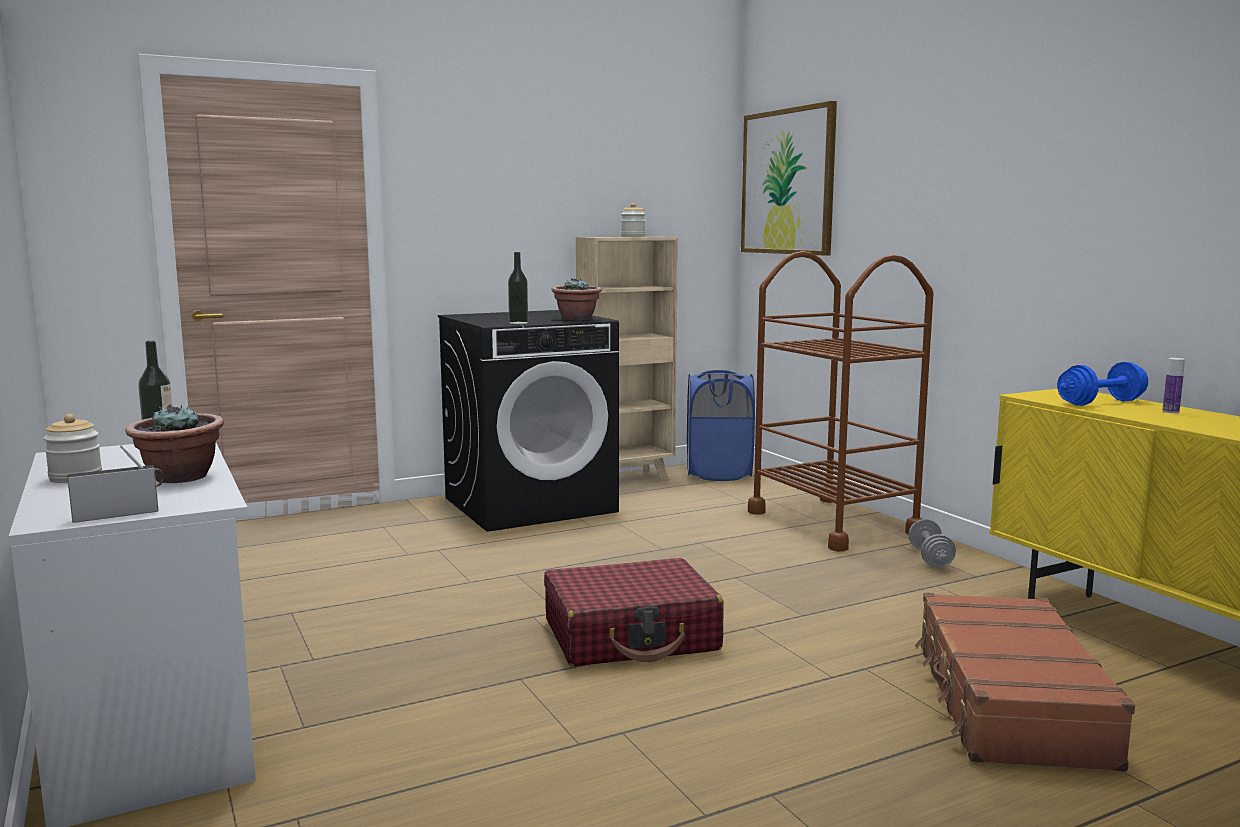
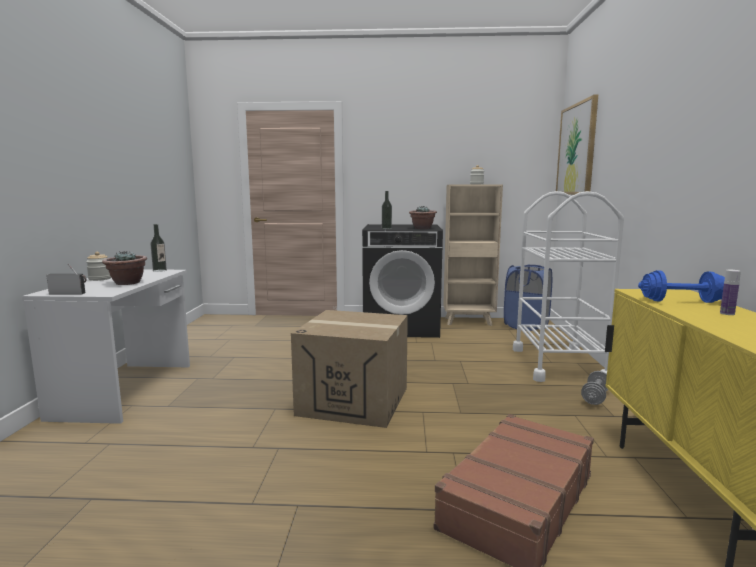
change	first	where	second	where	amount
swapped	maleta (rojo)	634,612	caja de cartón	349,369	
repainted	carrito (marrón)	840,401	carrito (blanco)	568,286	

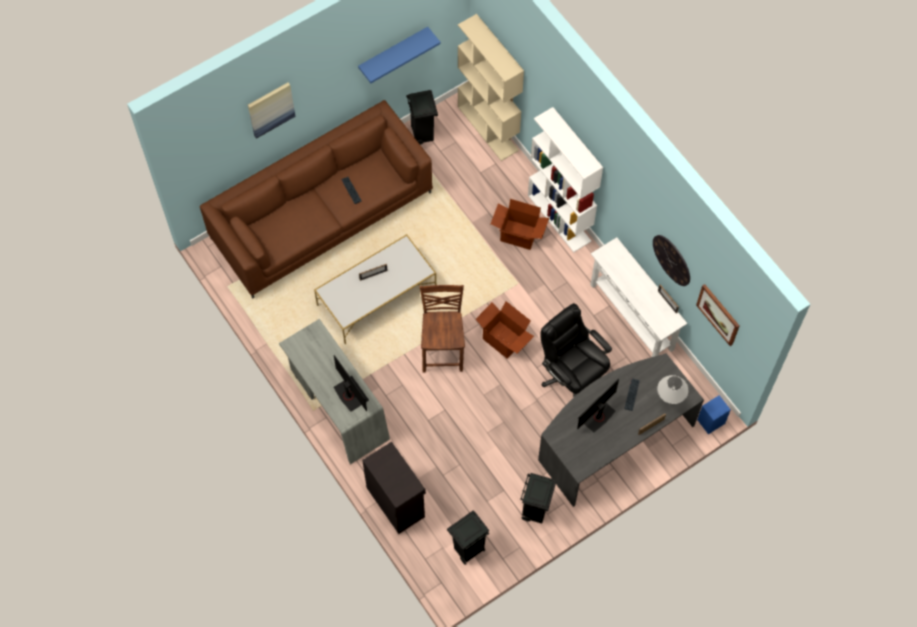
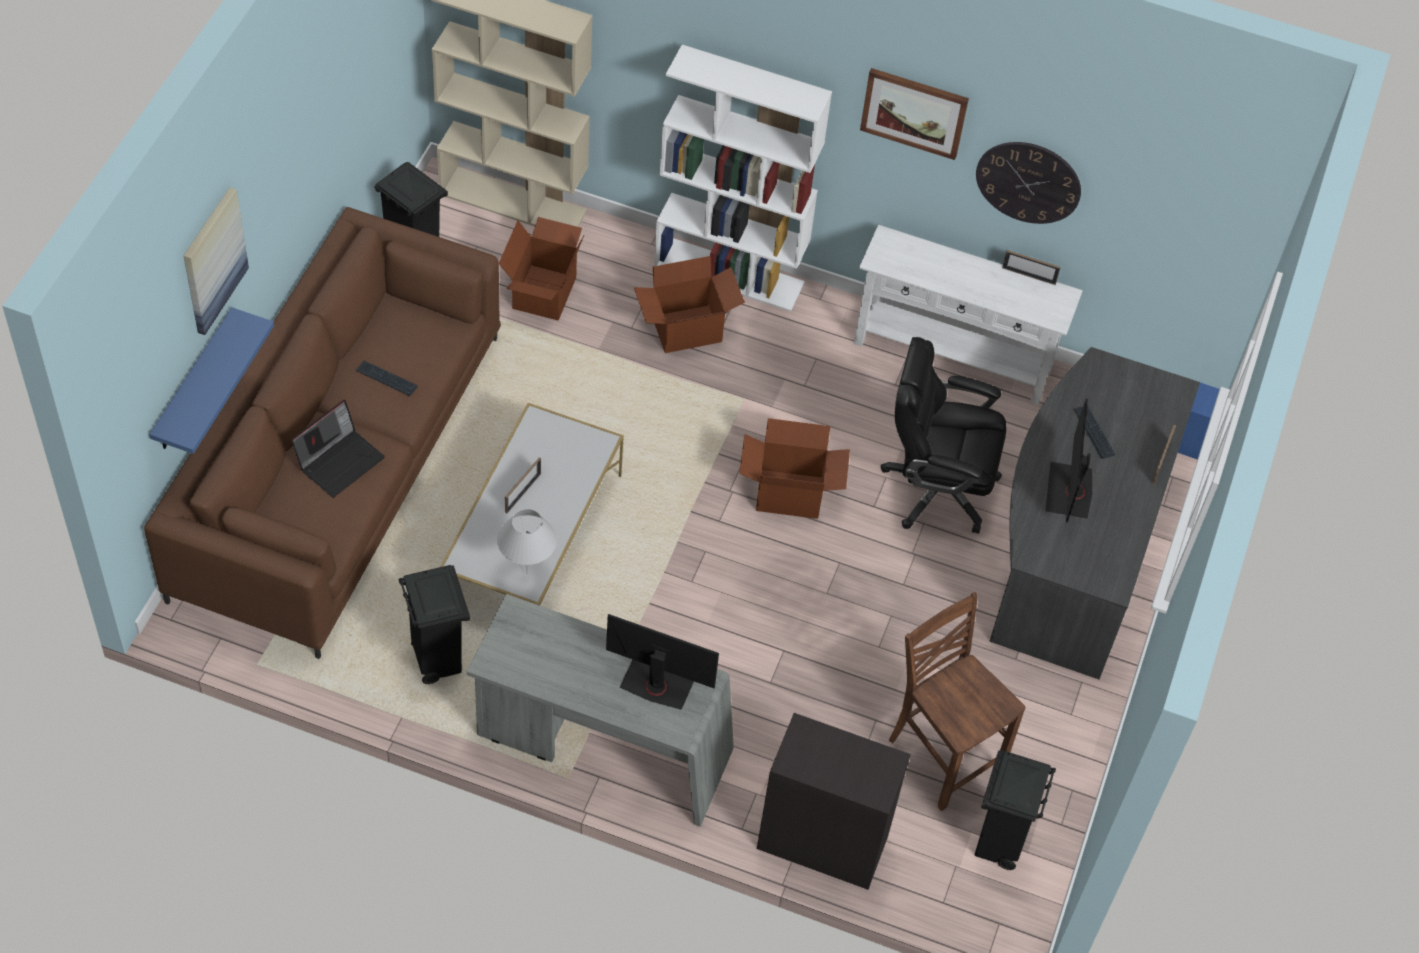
change	first	where	second	where	amount
shifted	estante (azul)	399,55		211,380	
shifted	silla (marrón)	442,328		957,701	
shifted	papelera (negro)	538,498		434,624	
shifted	lámpara de mesa (blanco)	672,389		527,541	
shifted	cuadro	717,315		914,114	
new			portátil	338,448	
new			caja de cartón	541,269	

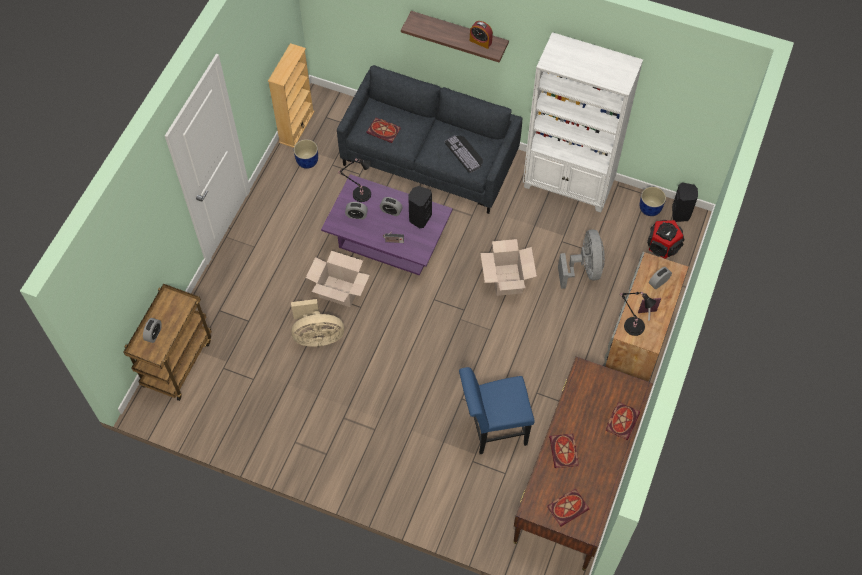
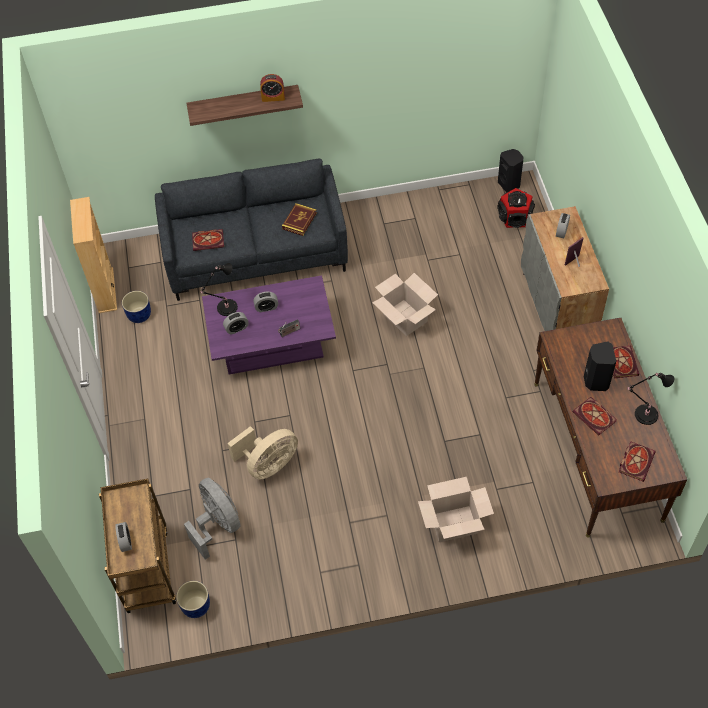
change	first	where	second	where	amount
shifted	caja de cartón	338,279		456,509	
shifted	altavoz (negro)	420,207		600,366	
swapped	teclado	463,154	libro	299,219	
gone	silla (azul)	497,410			
gone	estantería (blanco)	583,122			
shifted	ventilador (gris)	581,259		212,519	
shifted	lámpara de mesa (negro)	637,314		650,399	
shifted	maceta (azul)	653,201		193,599	

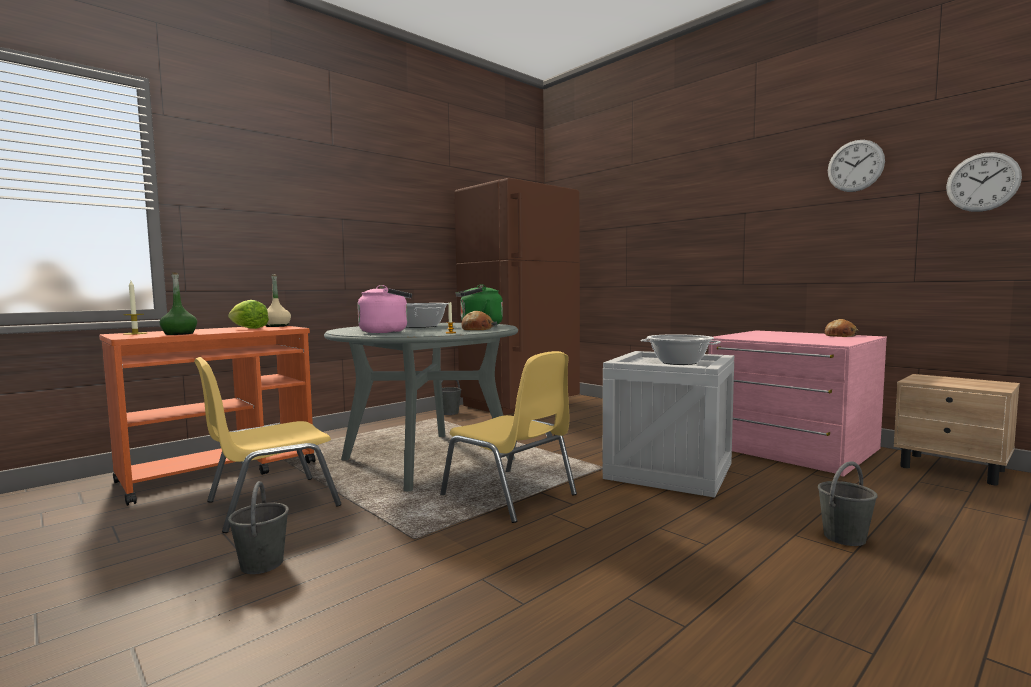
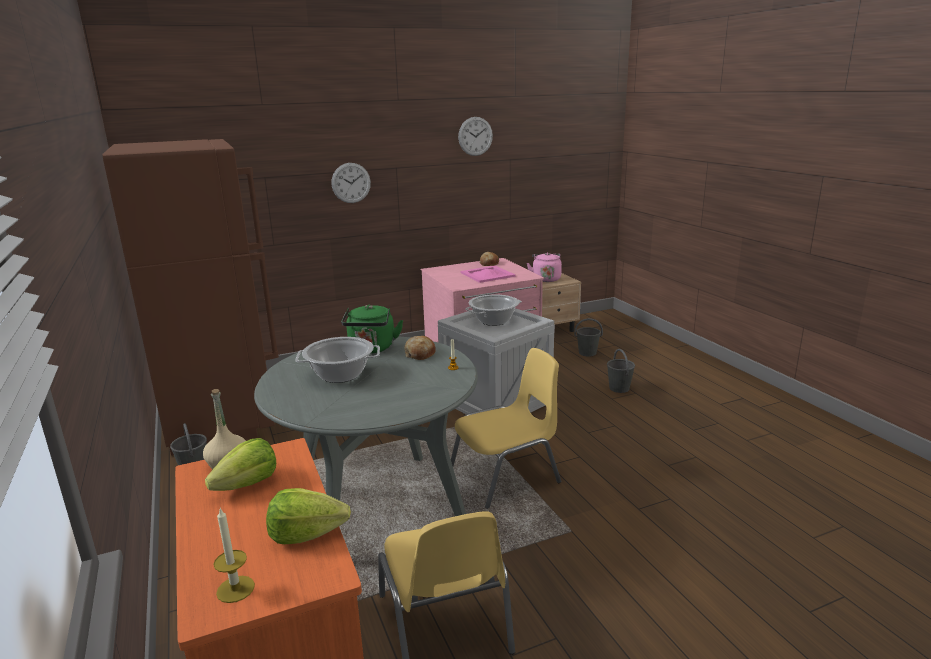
change	first	where	second	where	amount
swapped	botella (verde)	178,303	lechuga	308,516	
shifted	cubo (gris)	258,527		588,337	
shifted	hervidor (rosa)	384,309		544,267	
shifted	reloj de pared	984,182		351,183	
new			bandeja (rosa)	488,274	

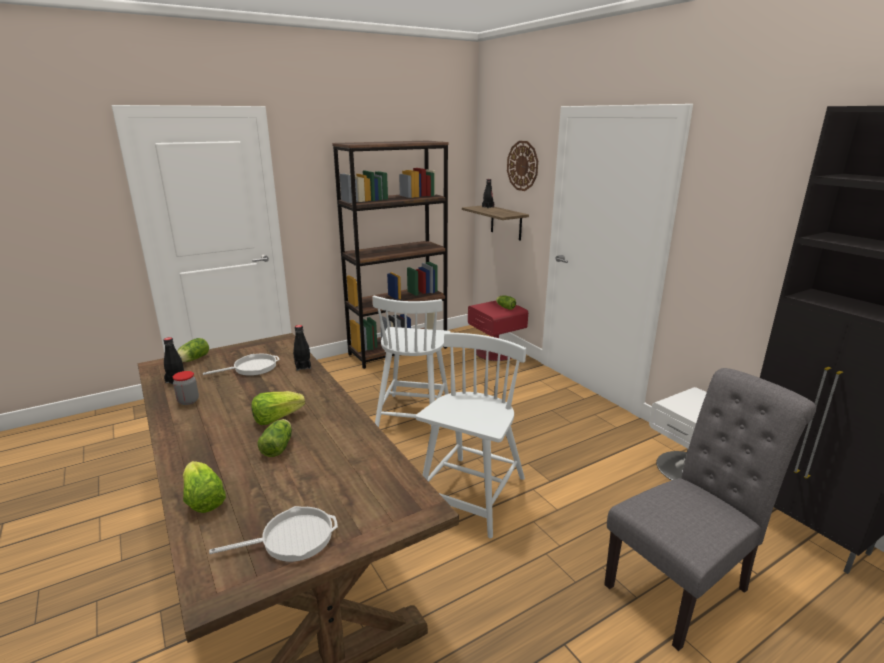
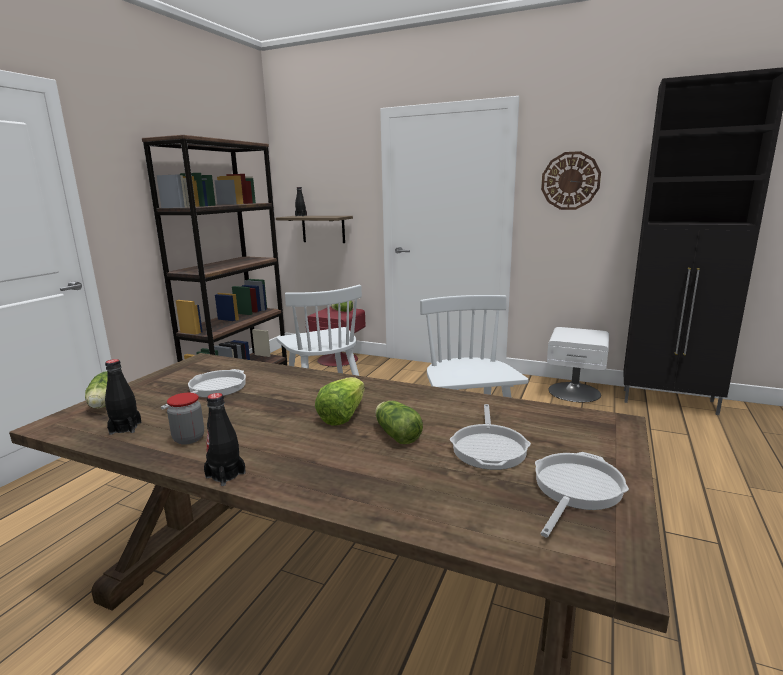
change	first	where	second	where	amount
gone	lechuga	204,487			
shifted	botella (negro)	302,348		225,439	
shifted	reloj de pared	522,166		571,180	
gone	silla (gris)	710,509			
new			sartén	490,437	

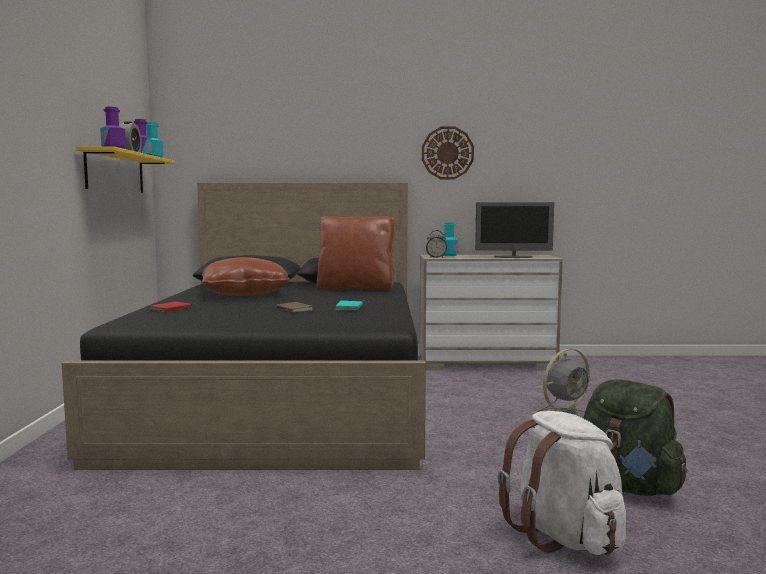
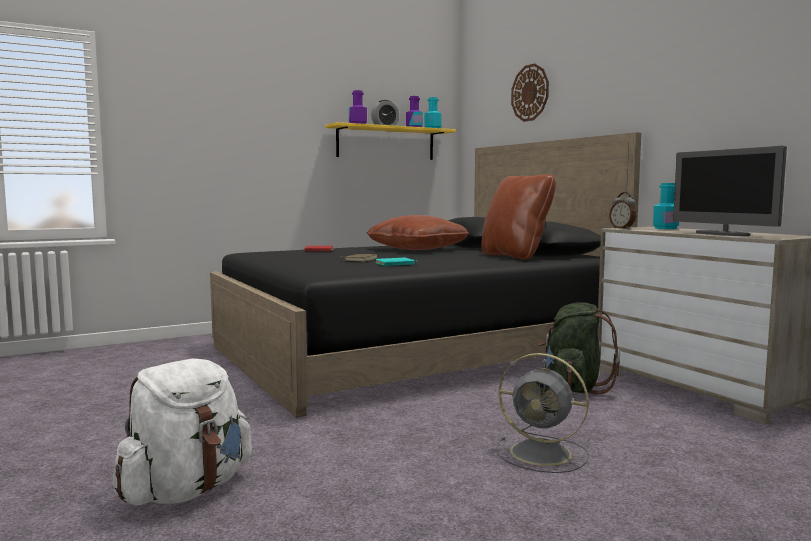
change	first	where	second	where	amount
shifted	reloj de pared	448,153		530,92	
shifted	mochila (verde)	635,437		579,349	

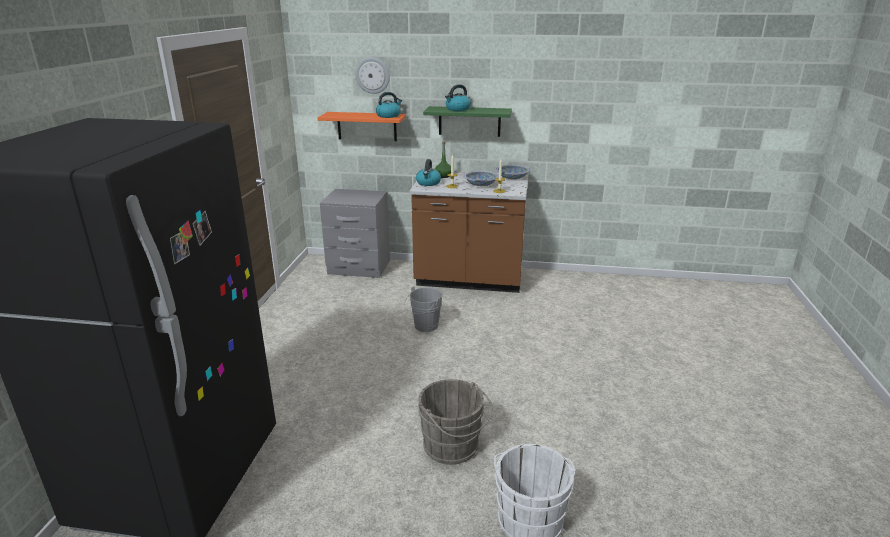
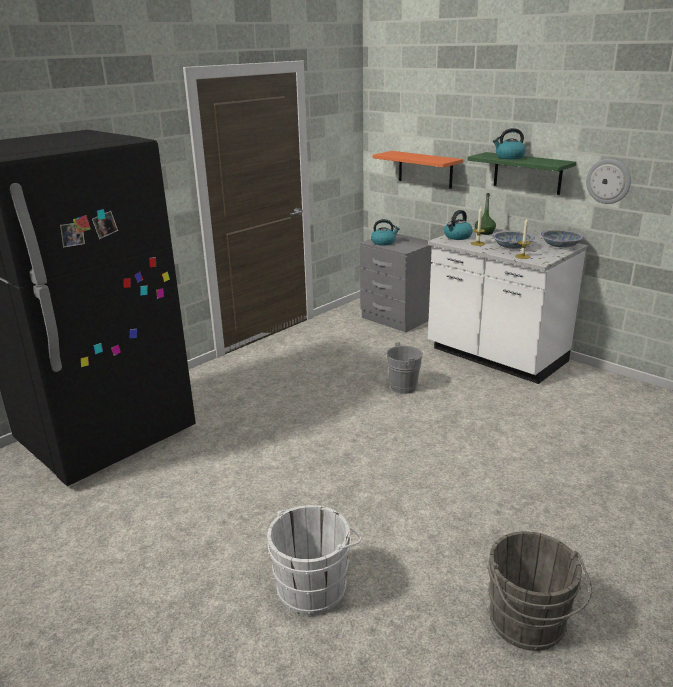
change	first	where	second	where	amount
shifted	reloj de pared	372,75		608,181	
shifted	hervidor	389,105		385,232	
repainted	mueble bajo de cocina (marrón)	469,232	mueble bajo de cocina (blanco)	508,304	
shifted	cubo (gris)	455,422		539,591	

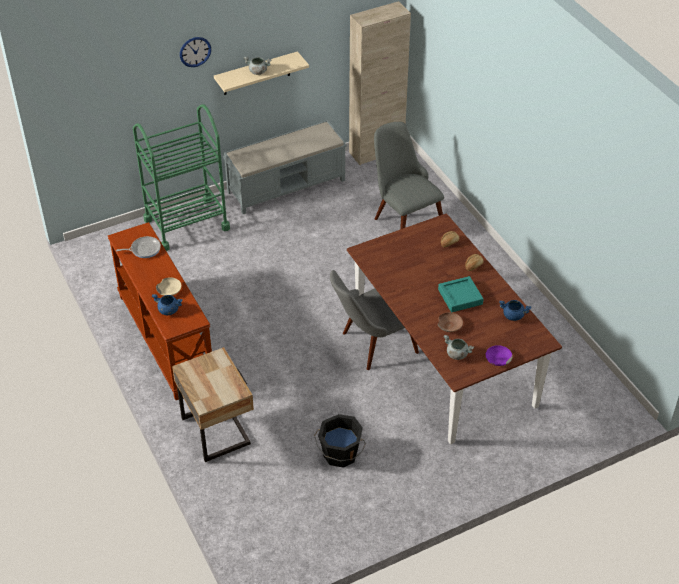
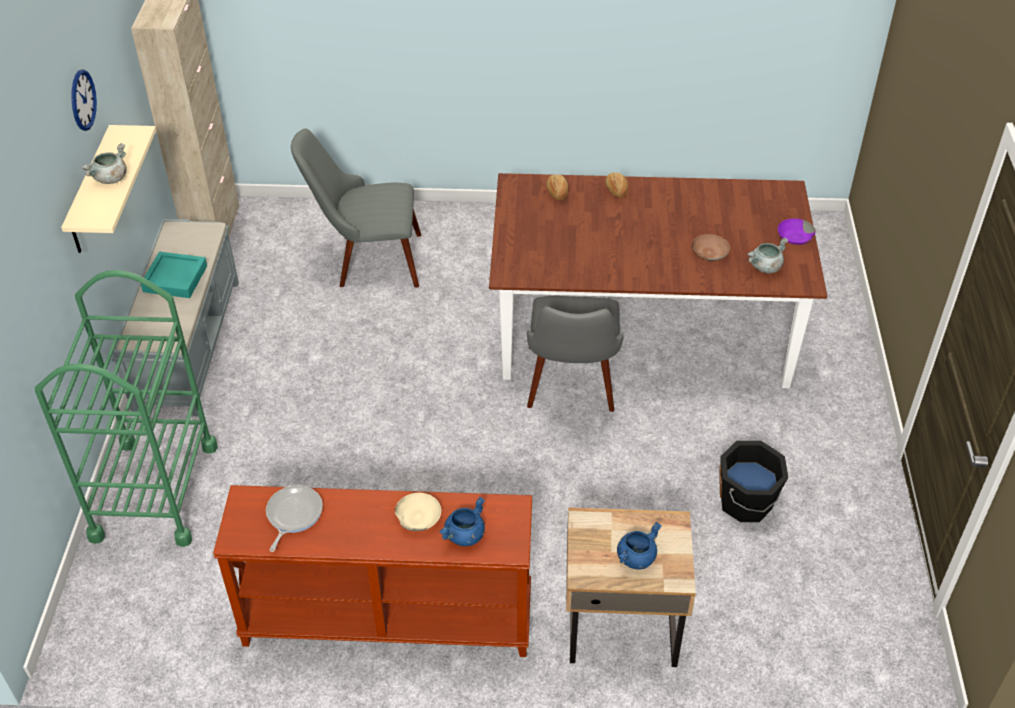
change	first	where	second	where	amount
shifted	reloj de pared	195,52		84,100	
shifted	bandeja (turquesa)	460,294		174,275	
shifted	olla (azul)	515,310		639,545	

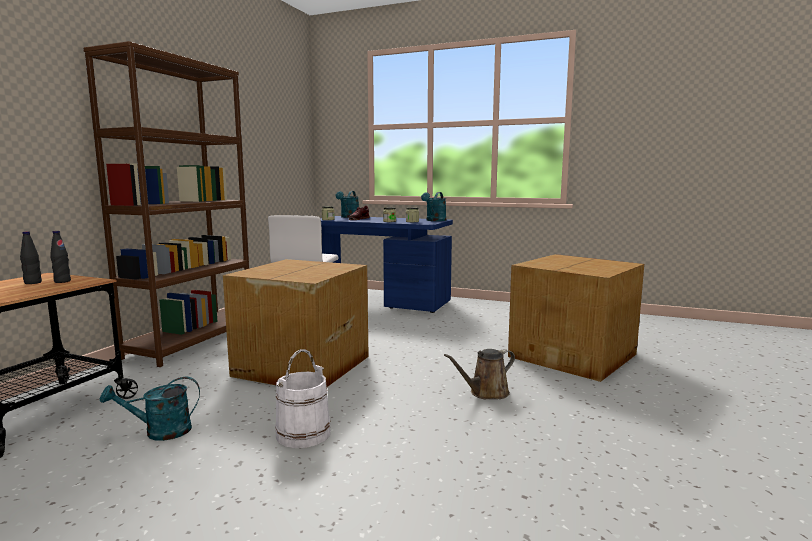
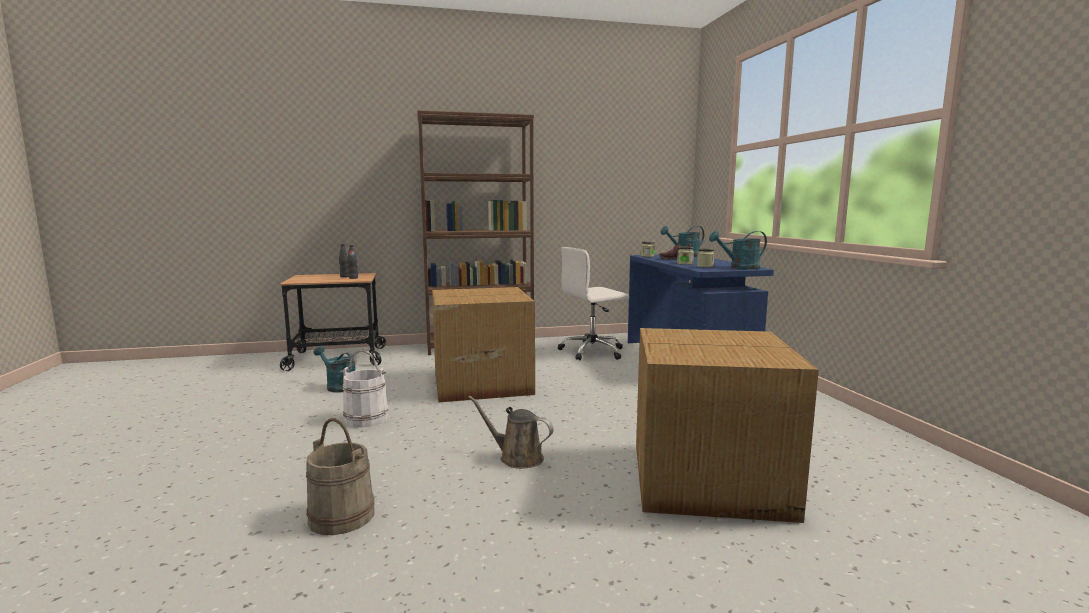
change	first	where	second	where	amount
new			cubo (beis)	340,476	

